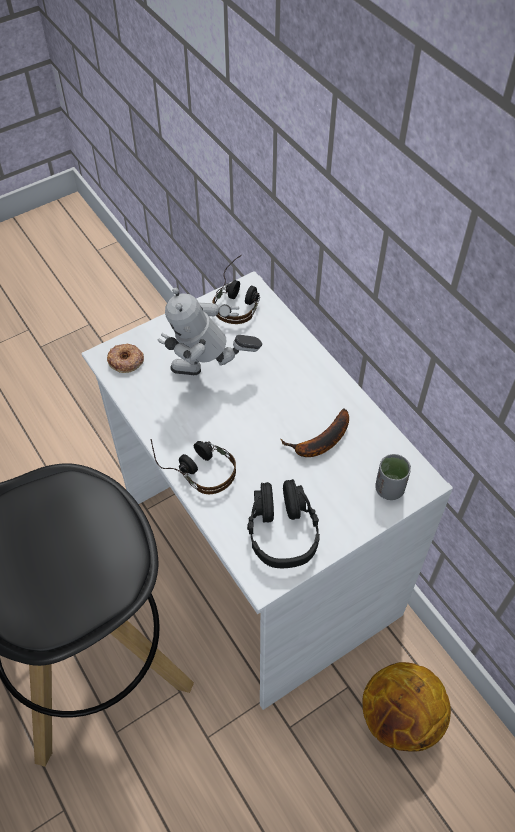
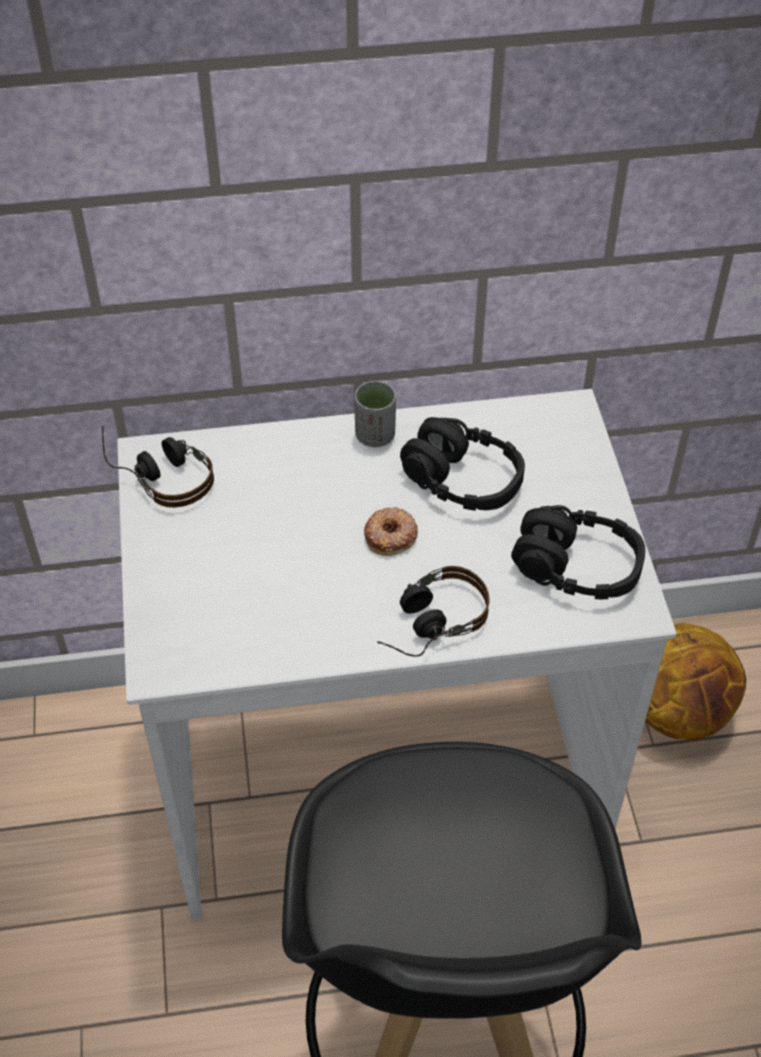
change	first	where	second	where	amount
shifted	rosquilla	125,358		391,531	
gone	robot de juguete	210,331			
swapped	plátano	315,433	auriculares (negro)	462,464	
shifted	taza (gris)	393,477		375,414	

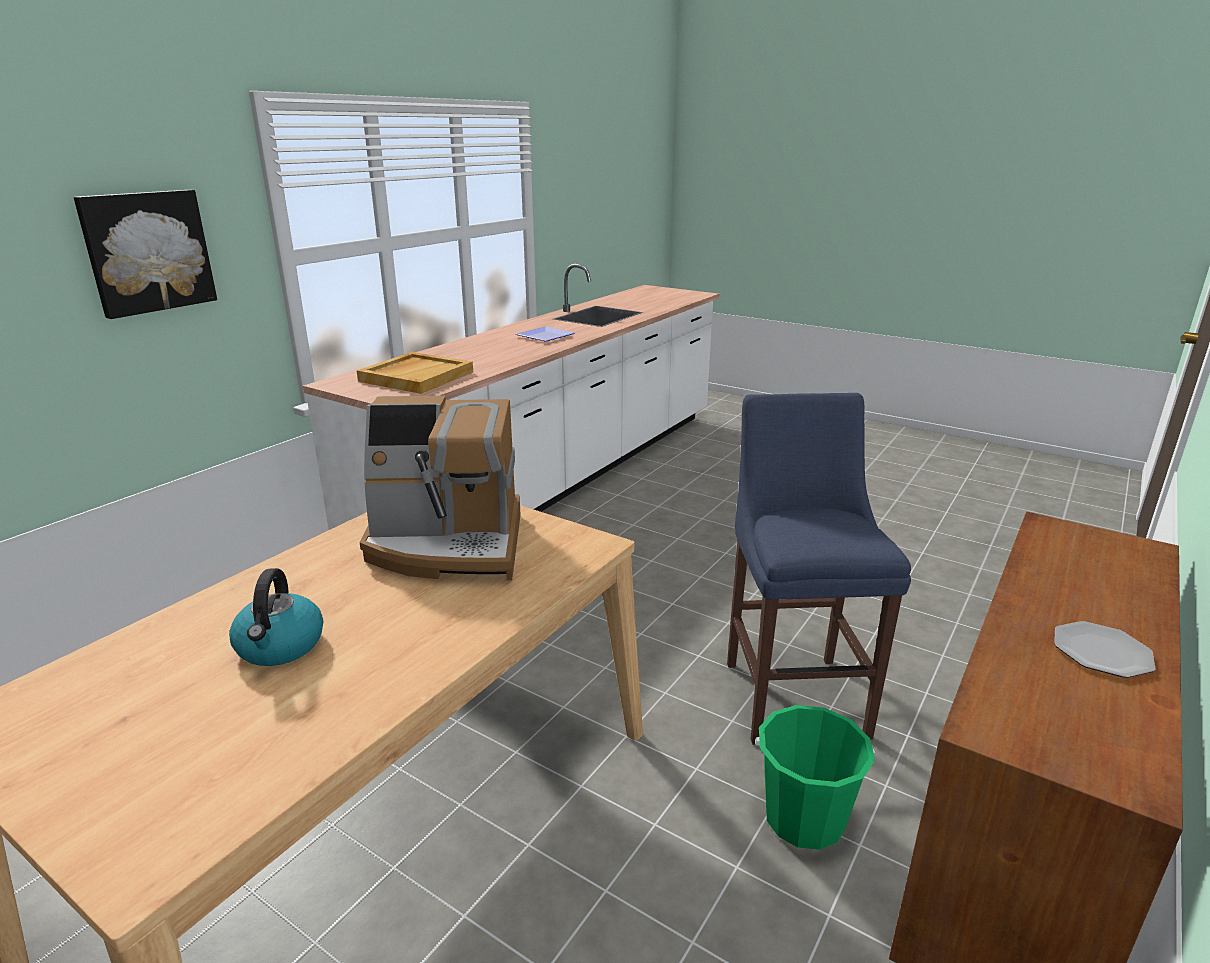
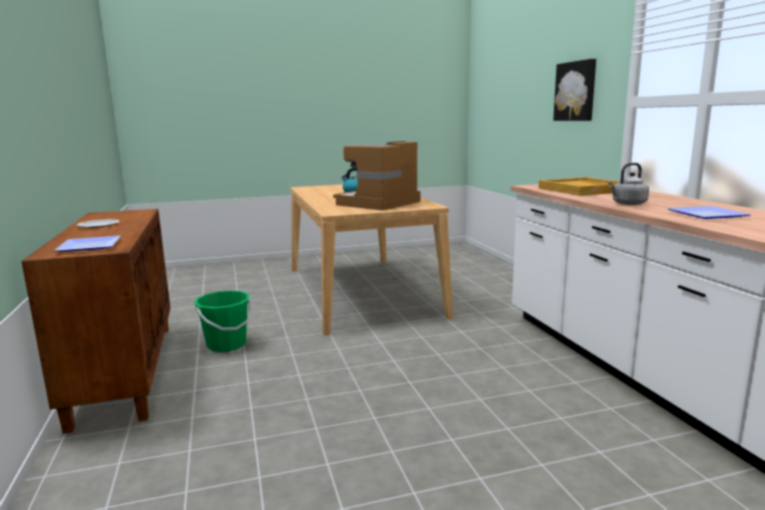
change	first	where	second	where	amount
gone	taburete (azul)	819,569			
new			plato	87,243	
new			hervidor (gris)	629,184	

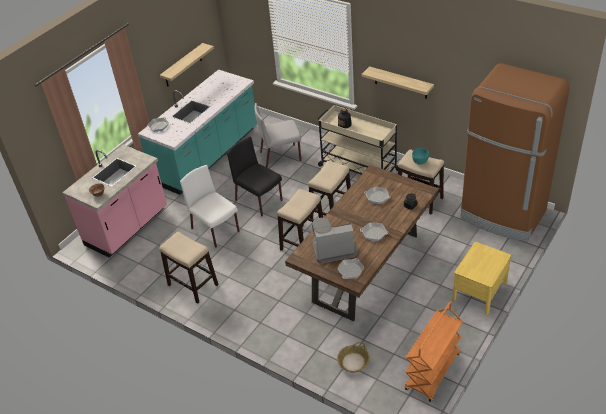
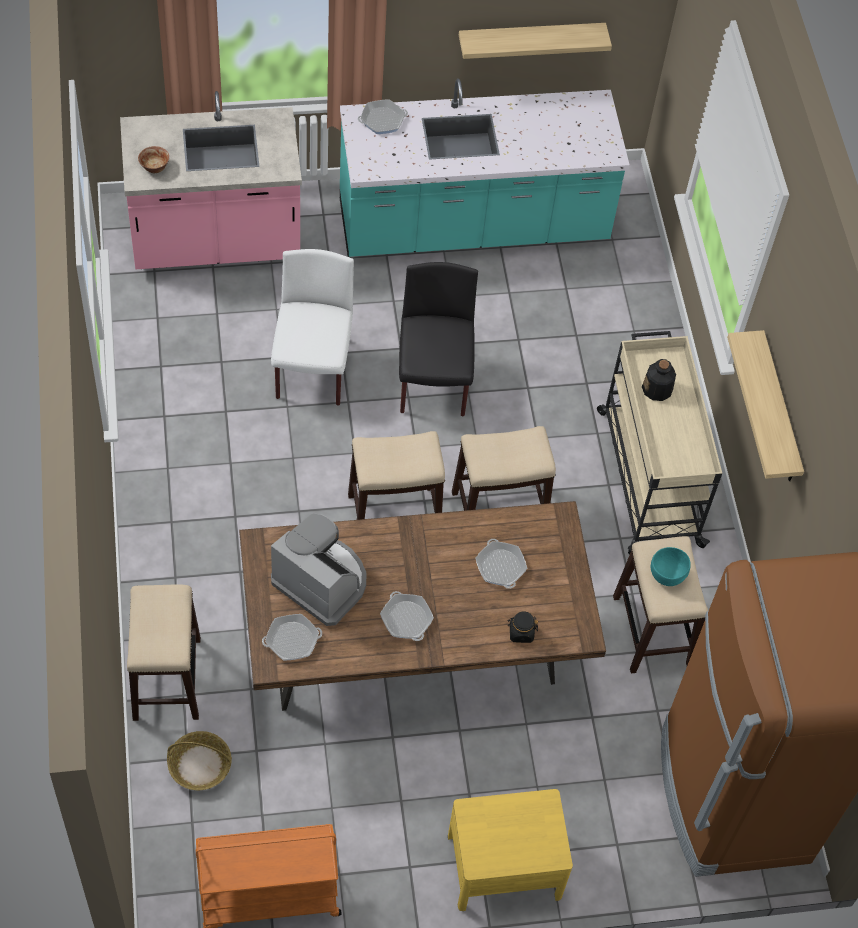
change	first	where	second	where	amount
shifted	taburete	189,268		164,652	
gone	silla (gris)	277,135			

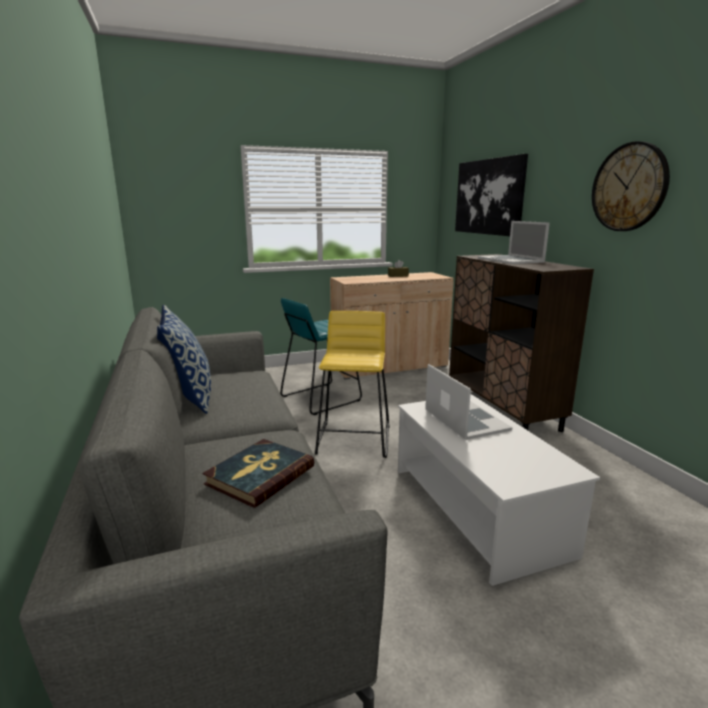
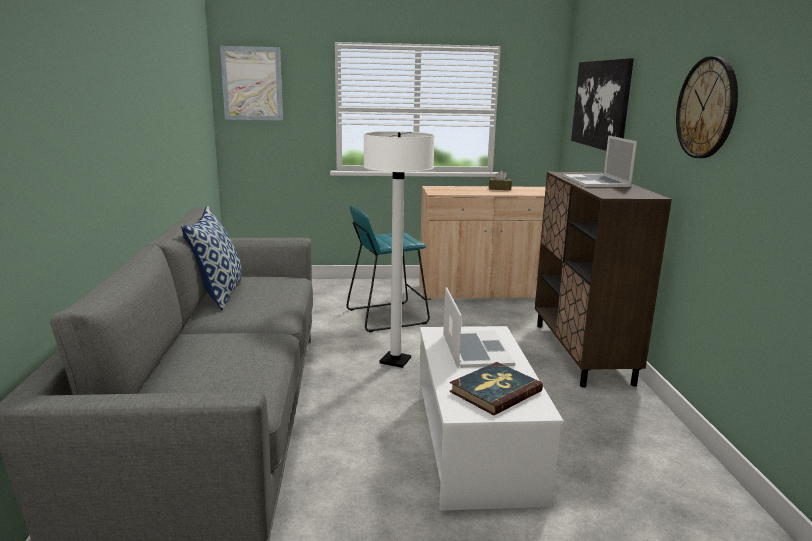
change	first	where	second	where	amount
shifted	libro	258,473		496,388	
swapped	taburete (amarillo)	352,384	lámpara de pie (blanco)	399,249	
new			cuadro	251,83	

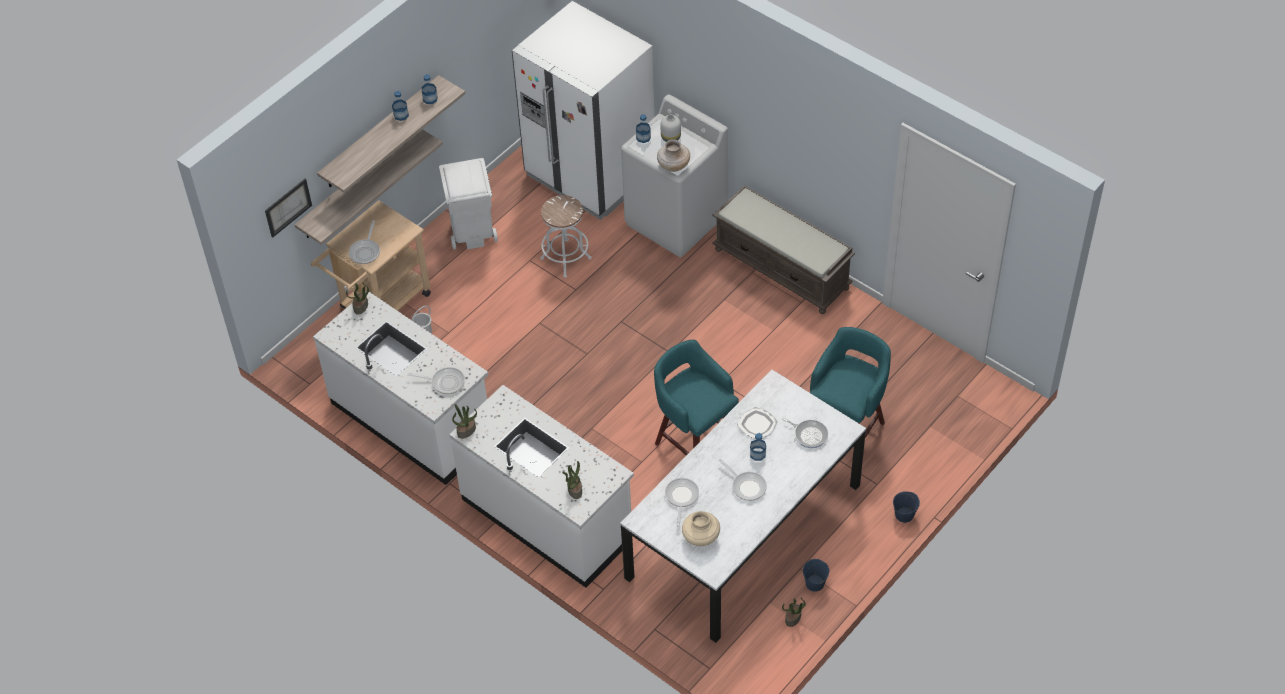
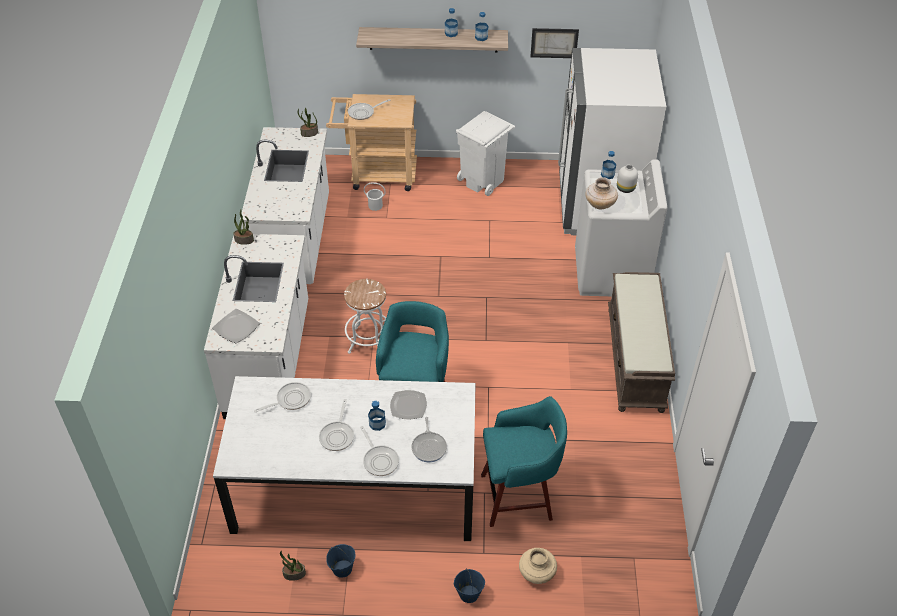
change	first	where	second	where	amount
shifted	cuadro	288,208		554,43	
gone	estante	369,187			
shifted	sartén	436,380		379,451	
shifted	taburete (blanco)	566,236		365,316	
swapped	planta en maceta	572,480	plato	236,326	
shifted	florero (beis)	701,528		538,566	

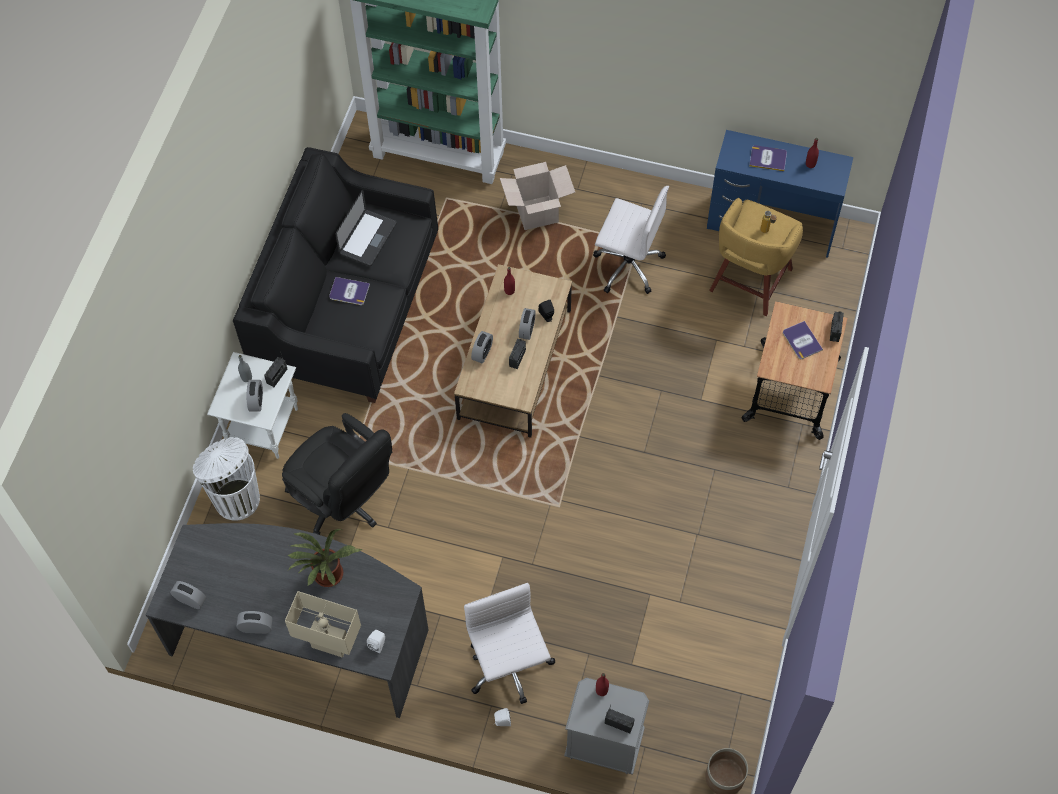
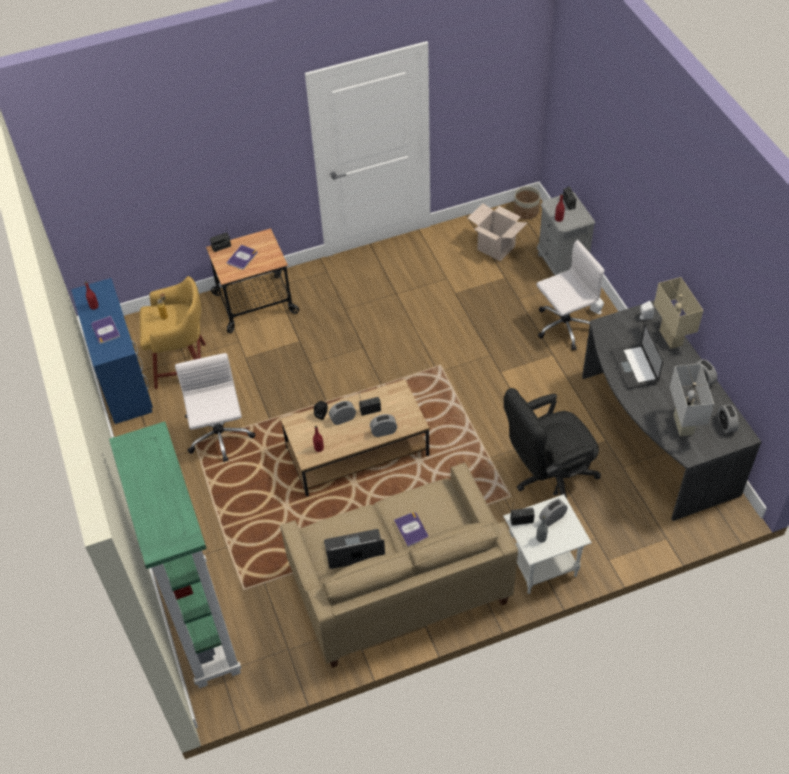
change	first	where	second	where	amount
gone	papelera (blanco)	226,479			
repainted	sofá (negro)	335,275	sofá (beis)	399,565	
rotated	silla de oficina (negro)	337,474		552,443	120 degrees counterclockwise
swapped	planta en maceta	325,558	portátil	637,356	
rotated	silla de oficina (blanco)	509,643		570,295	150 degrees counterclockwise
shifted	caja de cartón	537,196		497,232	
new			lámpara de mesa (blanco)	692,400	

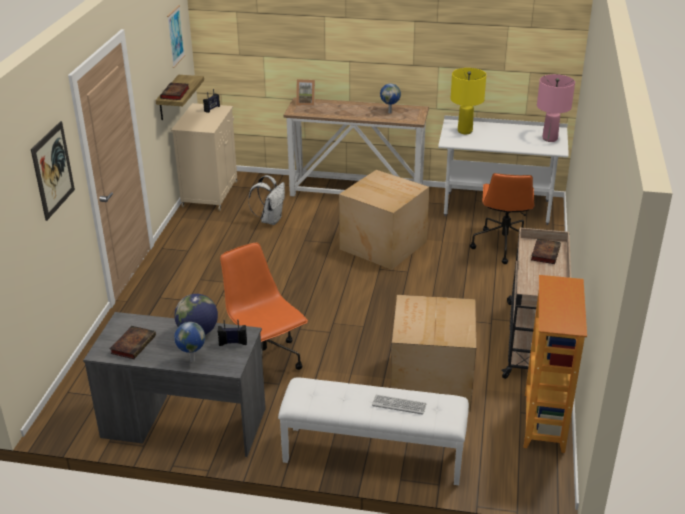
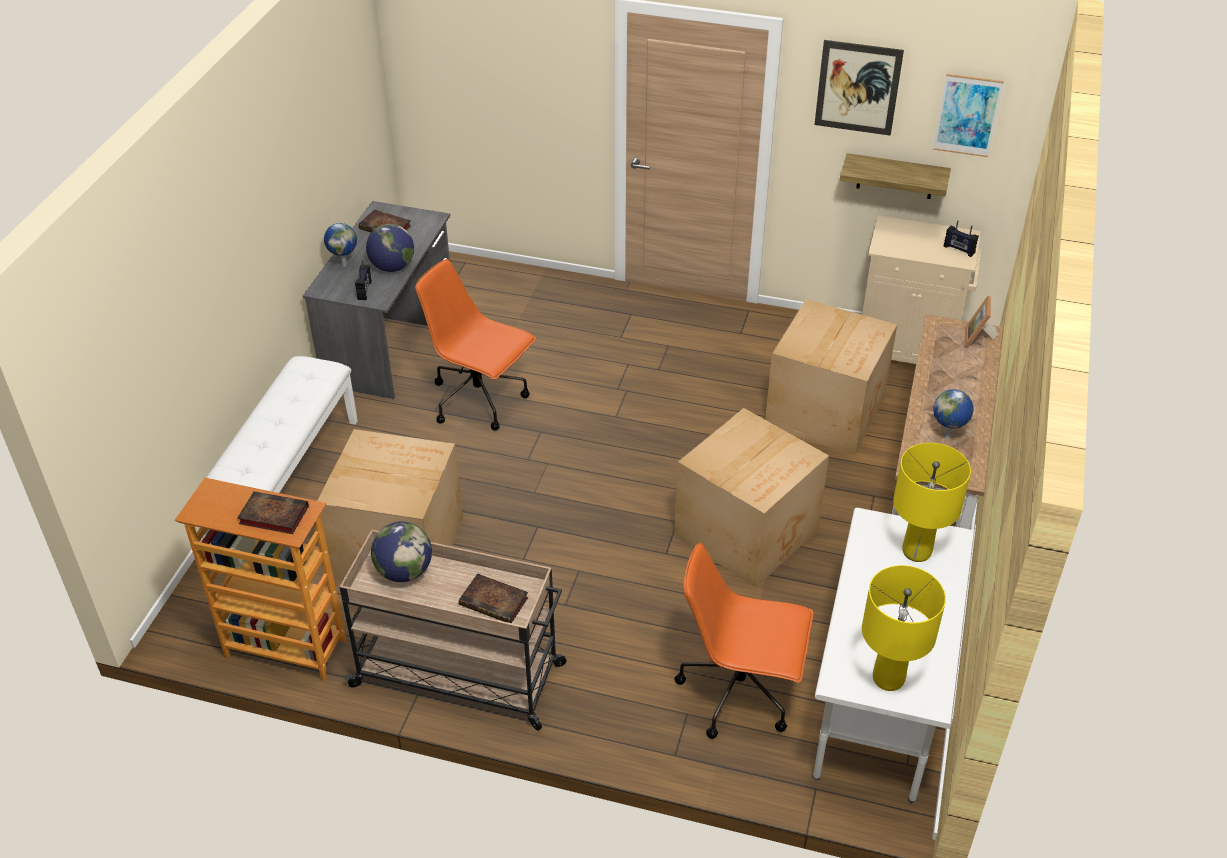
change	first	where	second	where	amount
shifted	cuadro	53,171		859,88	
shifted	libro	174,91		273,512	
rotated	silla de oficina (naranja)	264,306		475,345	120 degrees counterclockwise
swapped	mochila (blanco)	266,200	caja de cartón	831,377	
gone	teclado	399,405			
repainted	lámpara de mesa (rosa)	556,108	lámpara de mesa (amarillo)	904,628	
new			globo terráqueo	401,552	

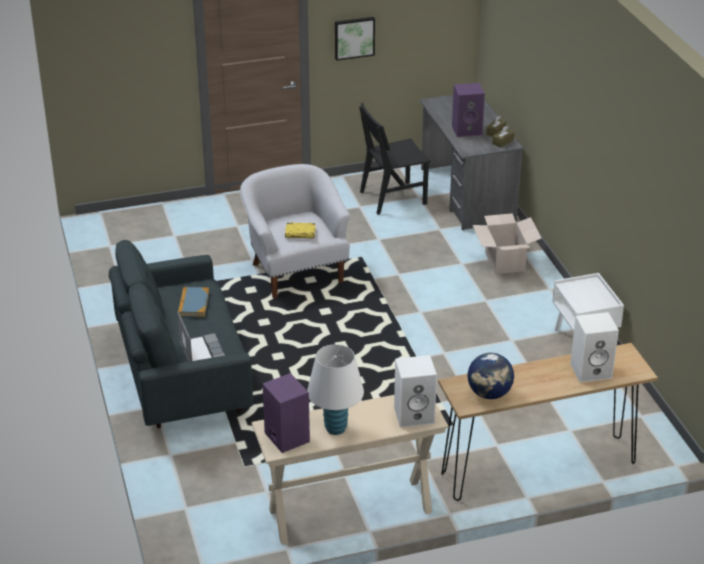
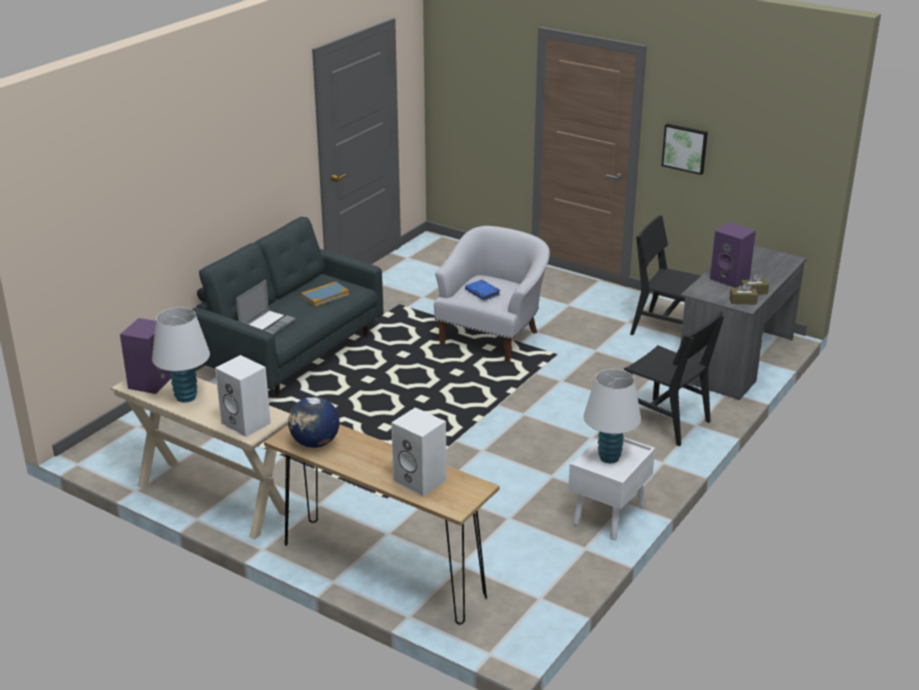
change	first	where	second	where	amount
repainted	libro (amarillo)	300,230	libro (azul)	483,290	
swapped	caja de cartón	507,243	silla (negro)	674,378	
new			lámpara de mesa (blanco)	612,416	

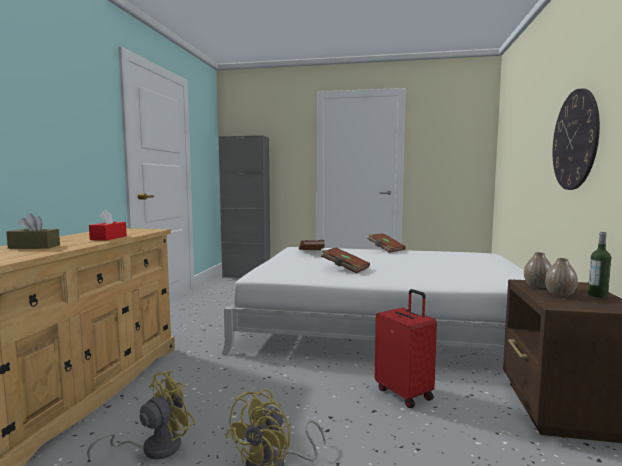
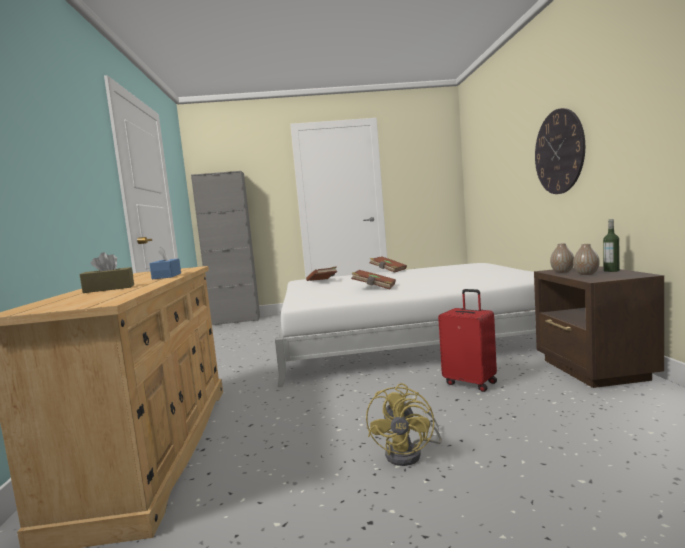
change	first	where	second	where	amount
gone	ventilador (amarillo)	141,415			
repainted	caja de pañuelos (rojo)	108,225	caja de pañuelos (azul)	165,262	

